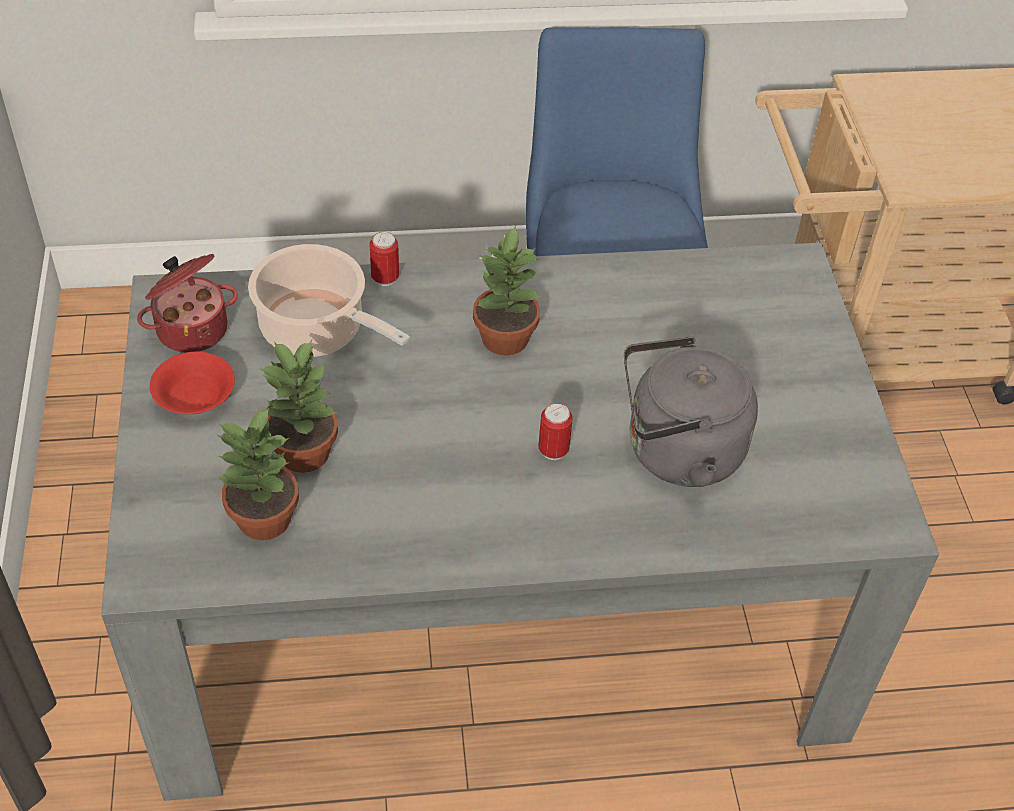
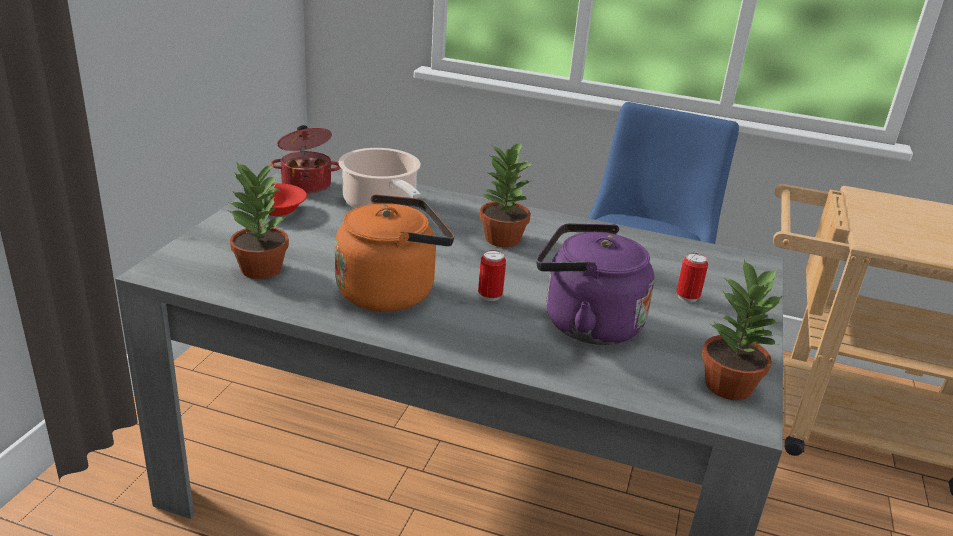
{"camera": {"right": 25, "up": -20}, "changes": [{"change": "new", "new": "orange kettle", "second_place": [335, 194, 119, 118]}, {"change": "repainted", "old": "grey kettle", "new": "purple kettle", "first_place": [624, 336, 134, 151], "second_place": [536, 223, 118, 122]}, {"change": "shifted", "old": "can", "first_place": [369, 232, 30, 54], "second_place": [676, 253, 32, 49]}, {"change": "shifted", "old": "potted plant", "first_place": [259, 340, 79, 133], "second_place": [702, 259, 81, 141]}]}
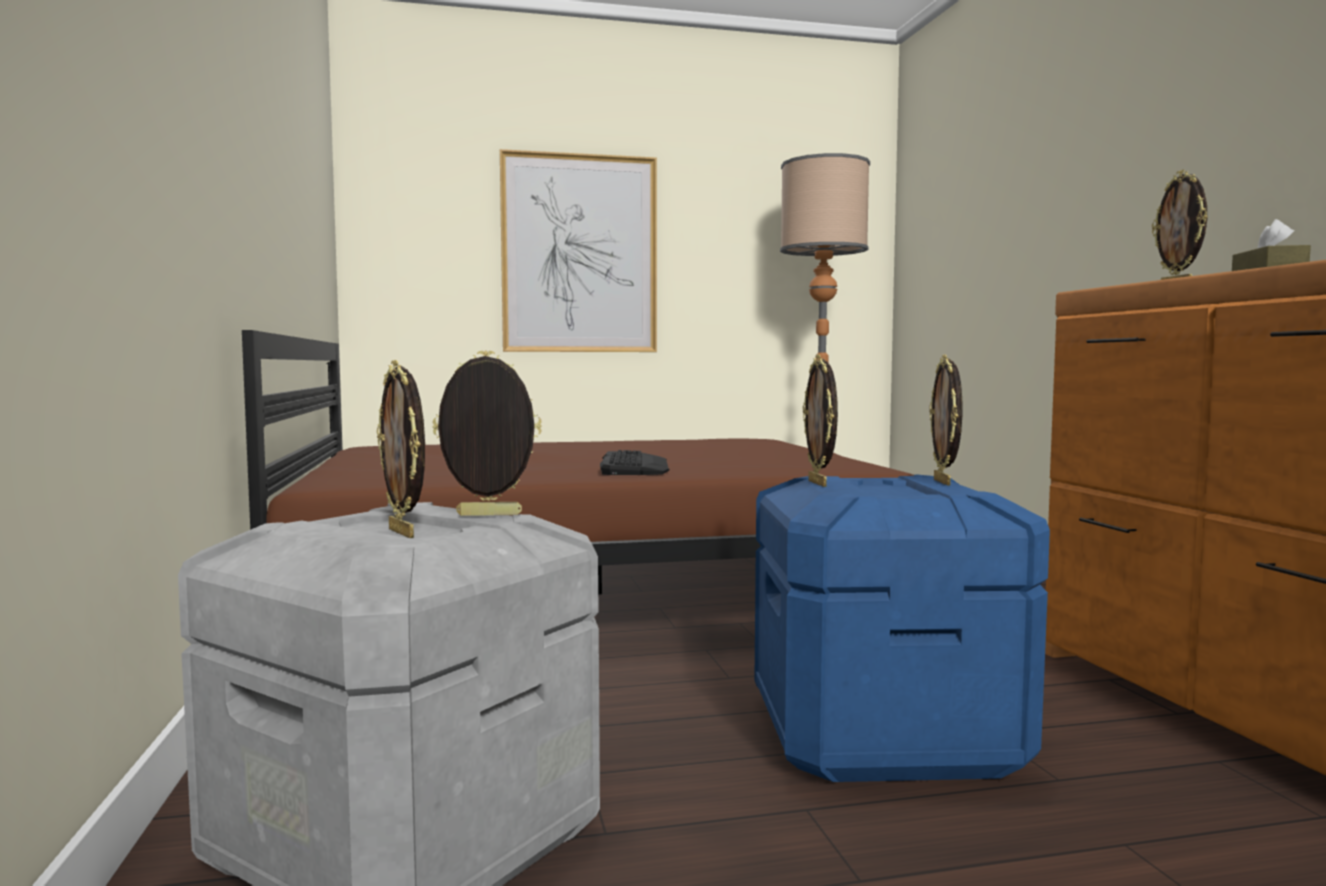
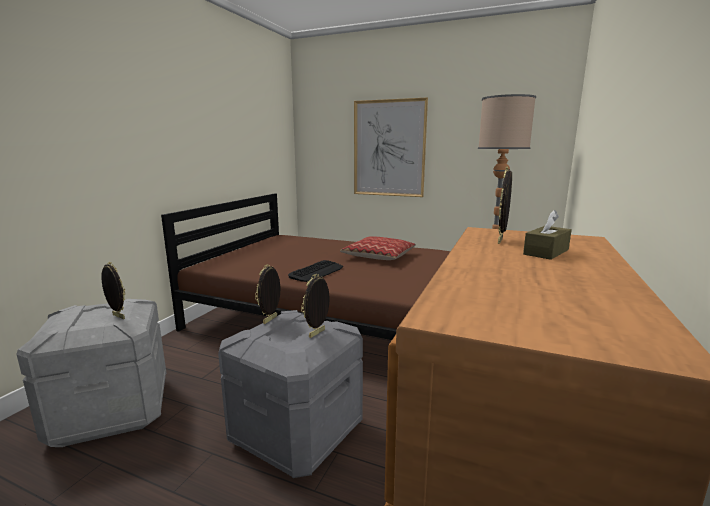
{"camera": {"right": 35, "up": 10}, "changes": [{"change": "repainted", "old": "blue storage box", "new": "grey storage box", "first_place": [754, 475, 296, 307], "second_place": [218, 310, 145, 168]}, {"change": "new", "new": "pillow", "second_place": [340, 236, 76, 24]}, {"change": "gone", "old": "picture frame", "first_place": [377, 360, 48, 178]}]}
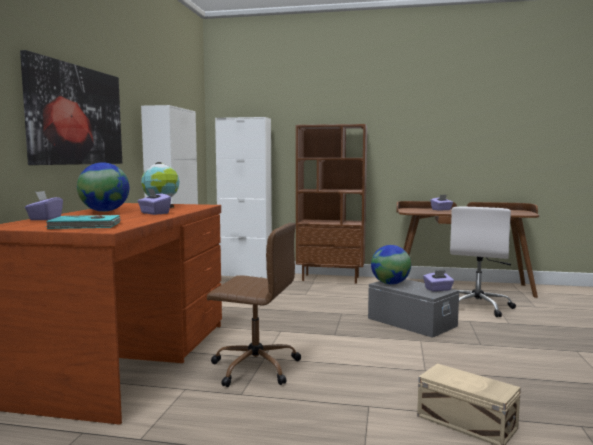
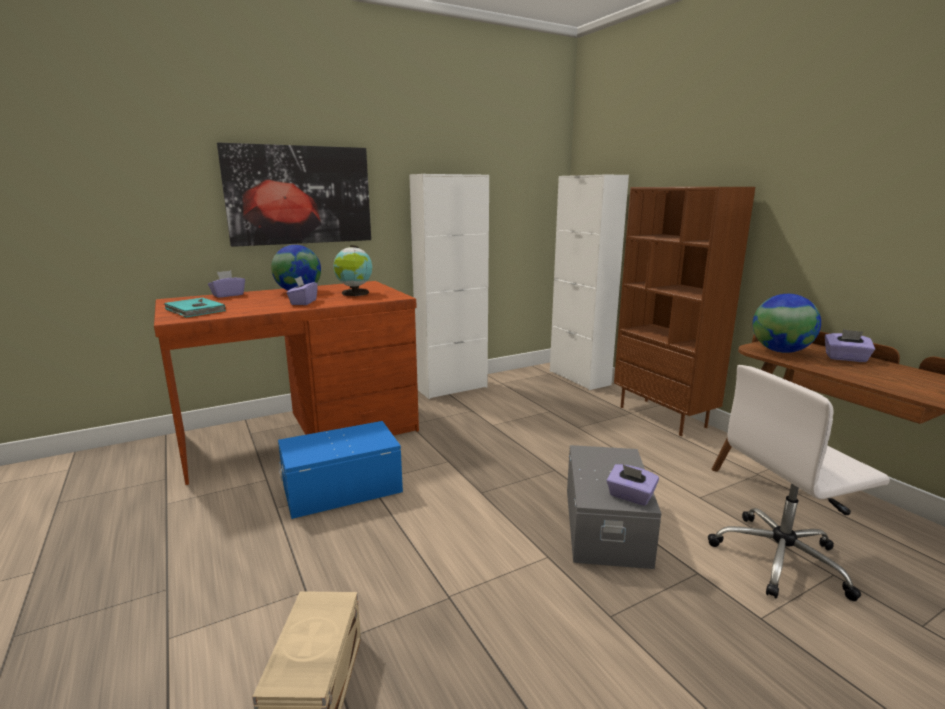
{"camera": {"right": 50, "up": 10}, "changes": [{"change": "swapped", "old": "brown office chair", "new": "blue storage box", "first_place": [207, 223, 94, 164], "second_place": [278, 421, 125, 98]}, {"change": "shifted", "old": "globe", "first_place": [371, 245, 40, 40], "second_place": [753, 294, 68, 59]}]}
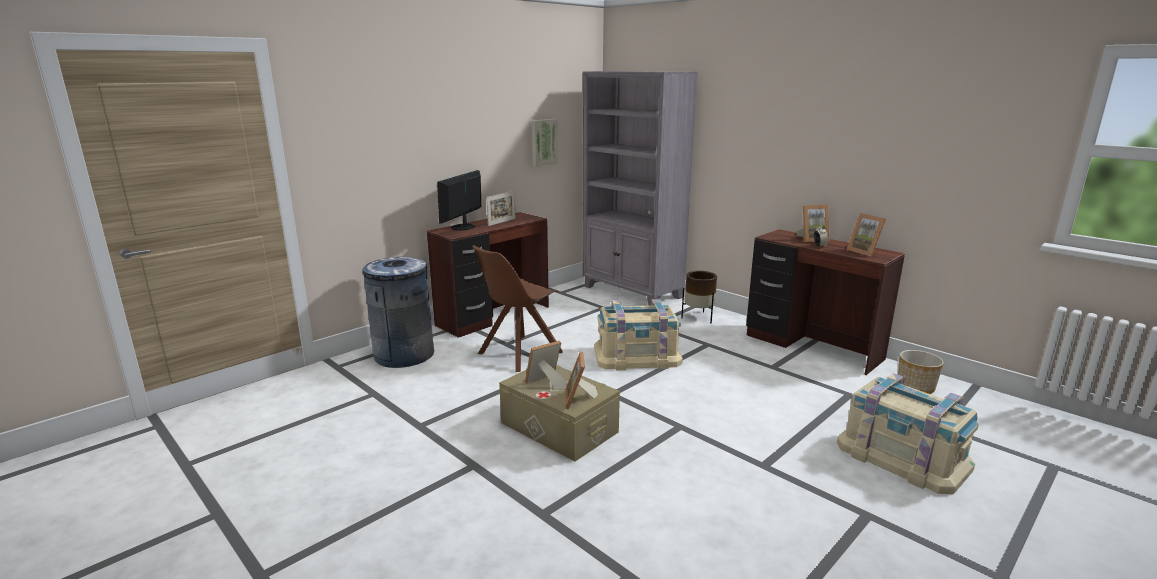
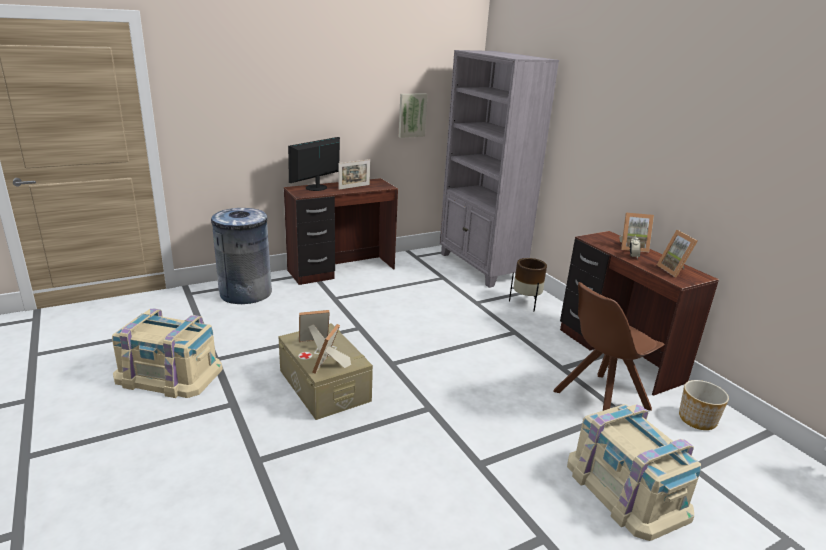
{"camera": {"right": 15, "up": 5}, "changes": [{"change": "shifted", "old": "beige storage box", "first_place": [594, 299, 89, 71], "second_place": [112, 308, 111, 90]}, {"change": "shifted", "old": "brown chair", "first_place": [472, 245, 91, 127], "second_place": [553, 282, 111, 129]}]}
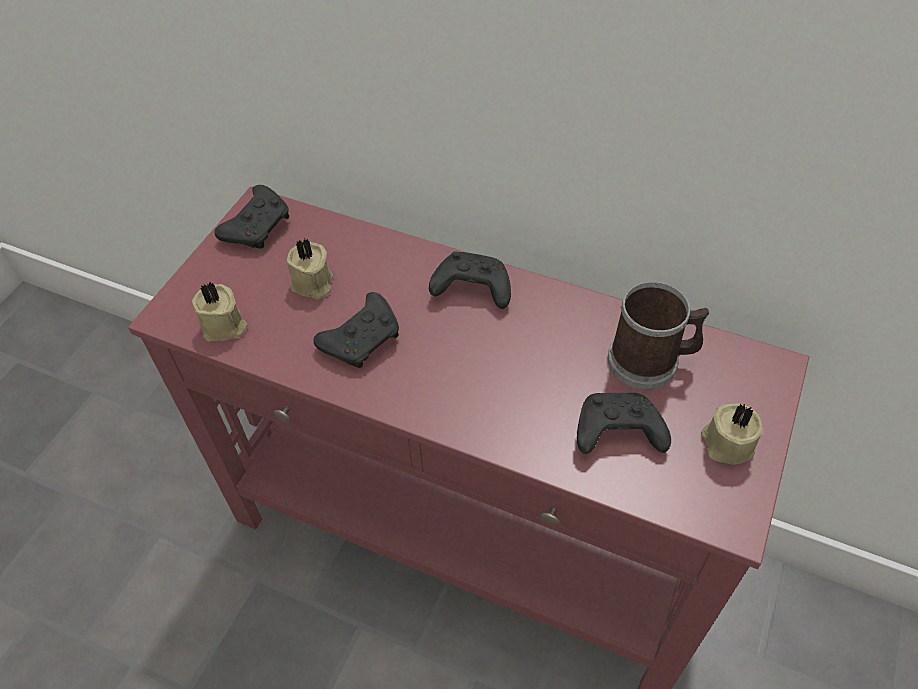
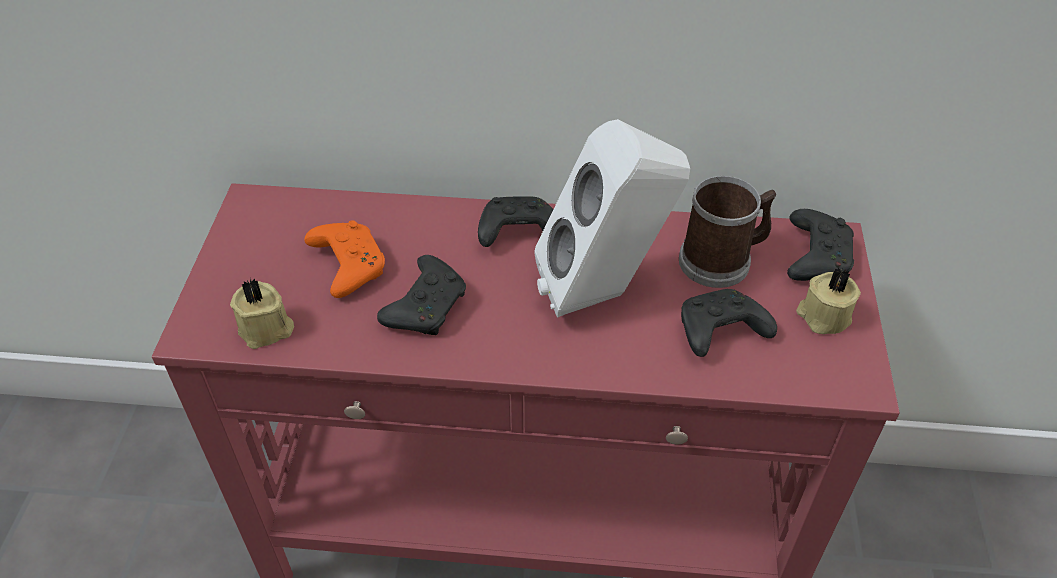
{"camera": {"right": -20, "up": -5}, "changes": [{"change": "swapped", "old": "beige candle", "new": "orange game controller", "first_place": [286, 239, 47, 61], "second_place": [304, 220, 81, 78]}, {"change": "new", "new": "white speaker", "second_place": [534, 119, 156, 199]}, {"change": "shifted", "old": "black game controller", "first_place": [215, 185, 74, 64], "second_place": [787, 209, 67, 72]}]}
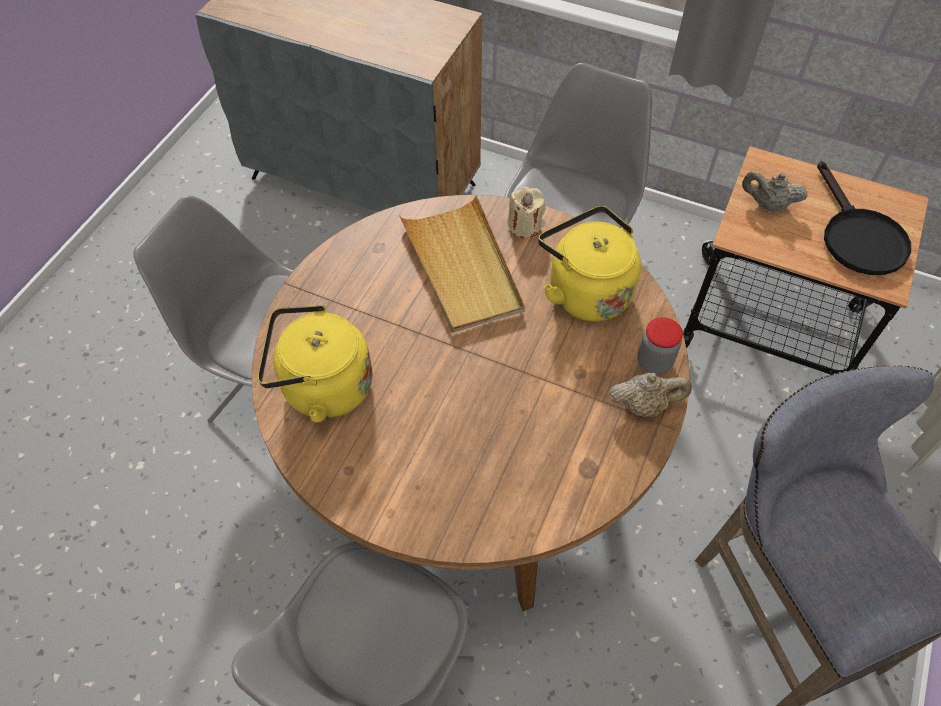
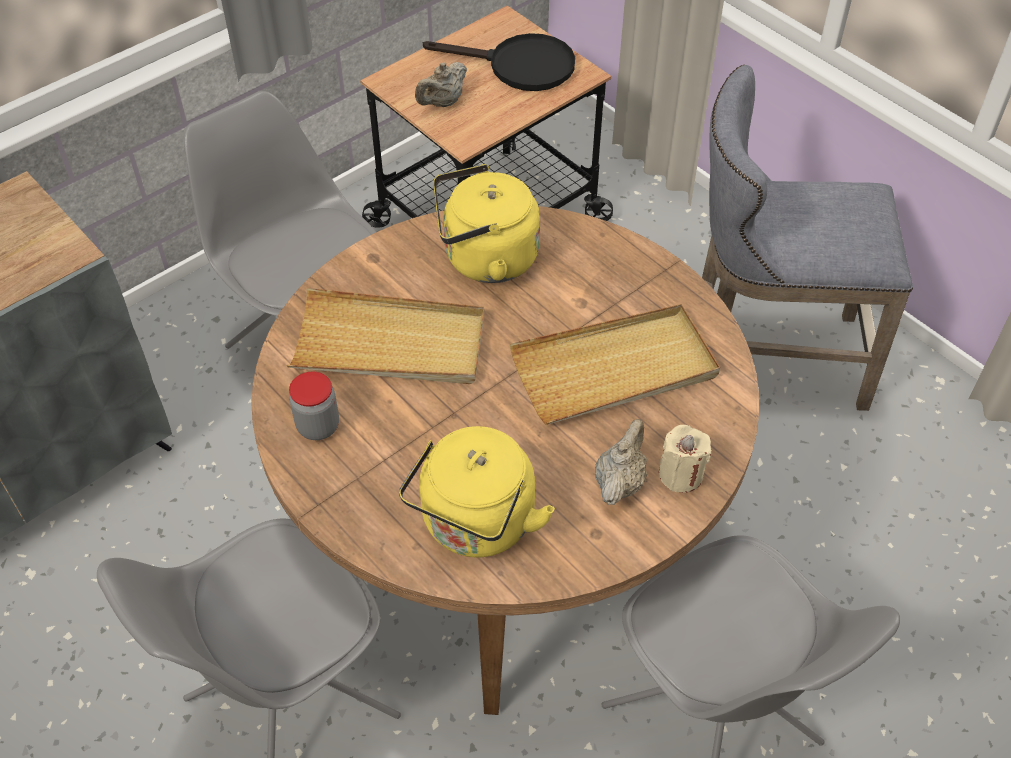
{"camera": {"right": -65, "up": -5}, "changes": [{"change": "shifted", "old": "jar", "first_place": [637, 317, 46, 58], "second_place": [289, 372, 50, 68]}, {"change": "new", "new": "beige tray", "second_place": [510, 304, 210, 121]}, {"change": "shifted", "old": "beige teapot", "first_place": [609, 373, 83, 44], "second_place": [595, 419, 52, 86]}, {"change": "shifted", "old": "beige candle", "first_place": [508, 186, 38, 52], "second_place": [659, 425, 53, 68]}]}
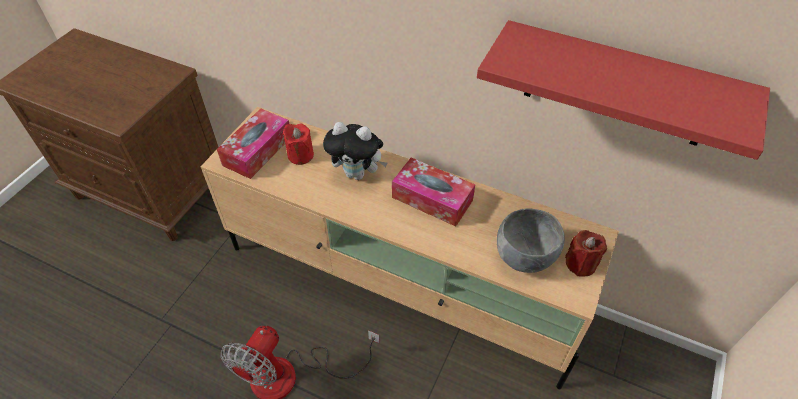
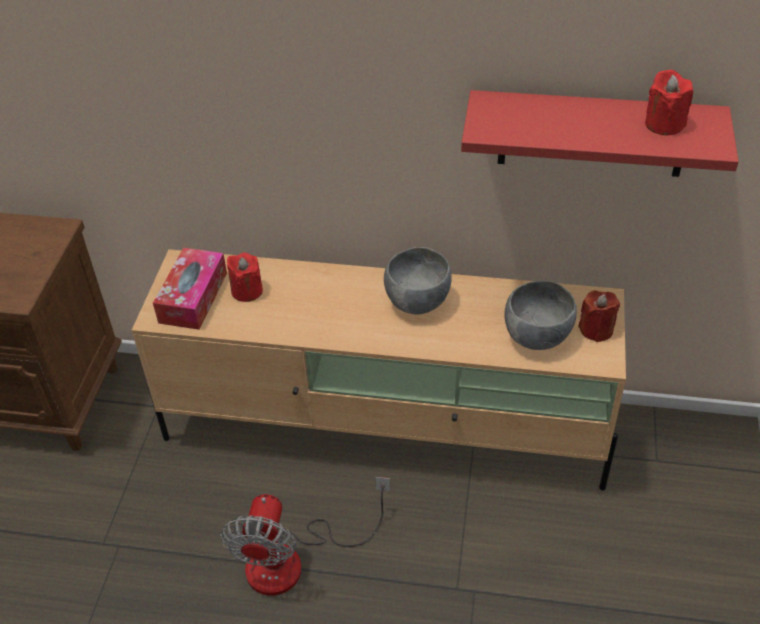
{"camera": {"right": -15, "up": -5}, "changes": [{"change": "swapped", "old": "tissue box", "new": "grey bowl", "first_place": [392, 157, 83, 70], "second_place": [384, 247, 68, 68]}, {"change": "new", "new": "red candle", "second_place": [645, 70, 48, 66]}, {"change": "gone", "old": "plush toy", "first_place": [323, 122, 65, 58]}]}
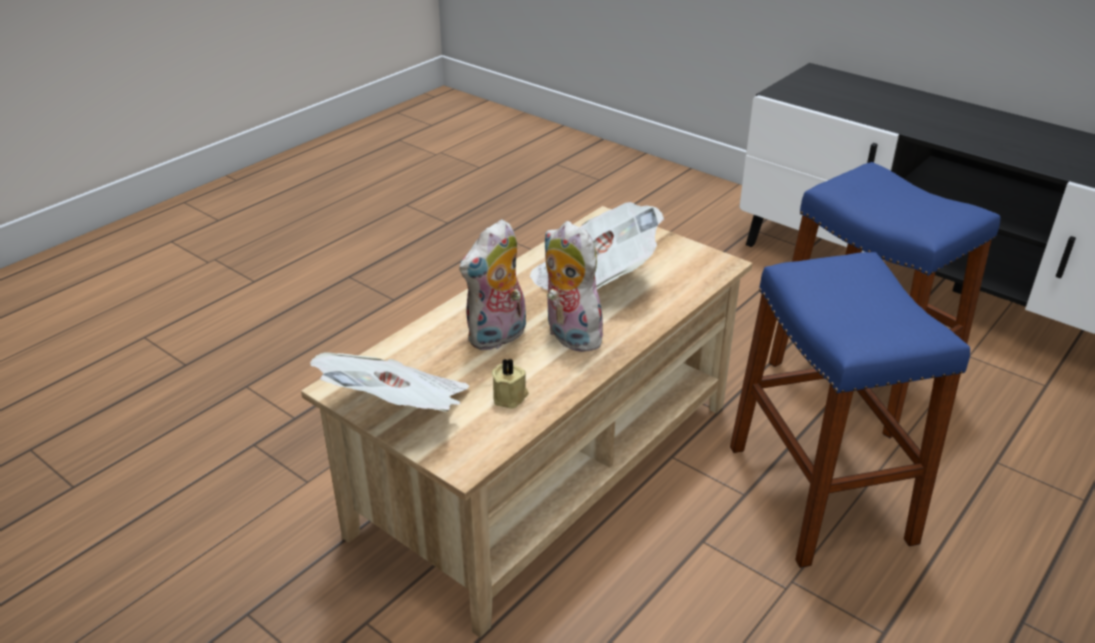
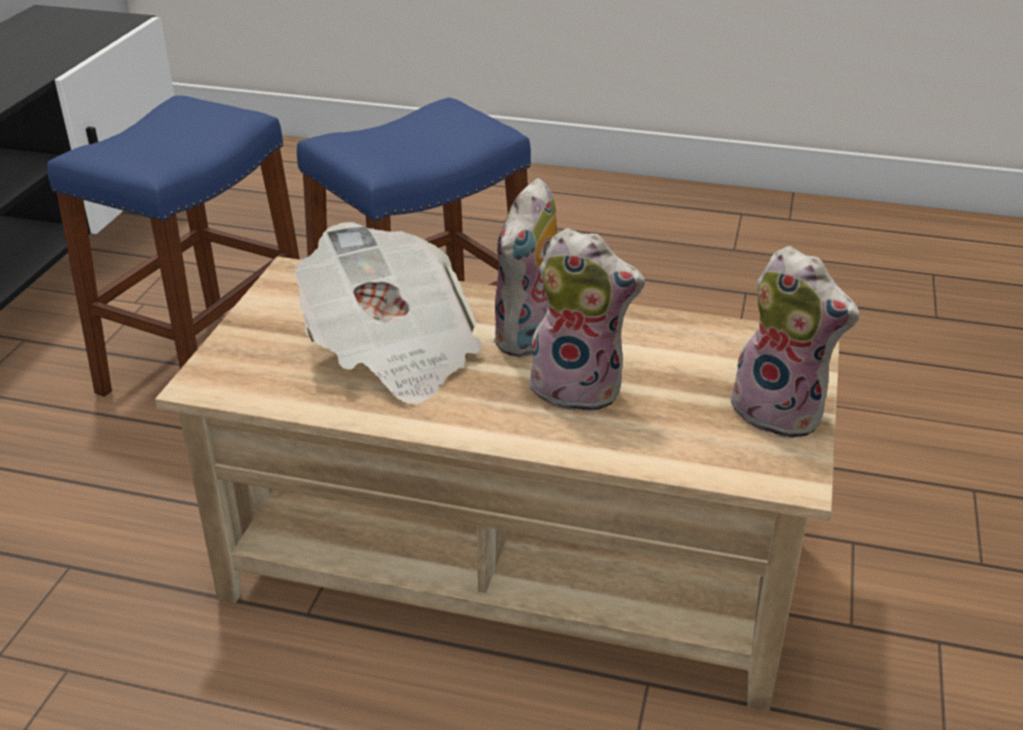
{"camera": {"right": -115, "up": 0}, "changes": [{"change": "swapped", "old": "newspaper", "new": "plush toy", "first_place": [310, 352, 160, 60], "second_place": [723, 246, 136, 193]}, {"change": "gone", "old": "beige candle", "first_place": [492, 358, 37, 51]}]}
